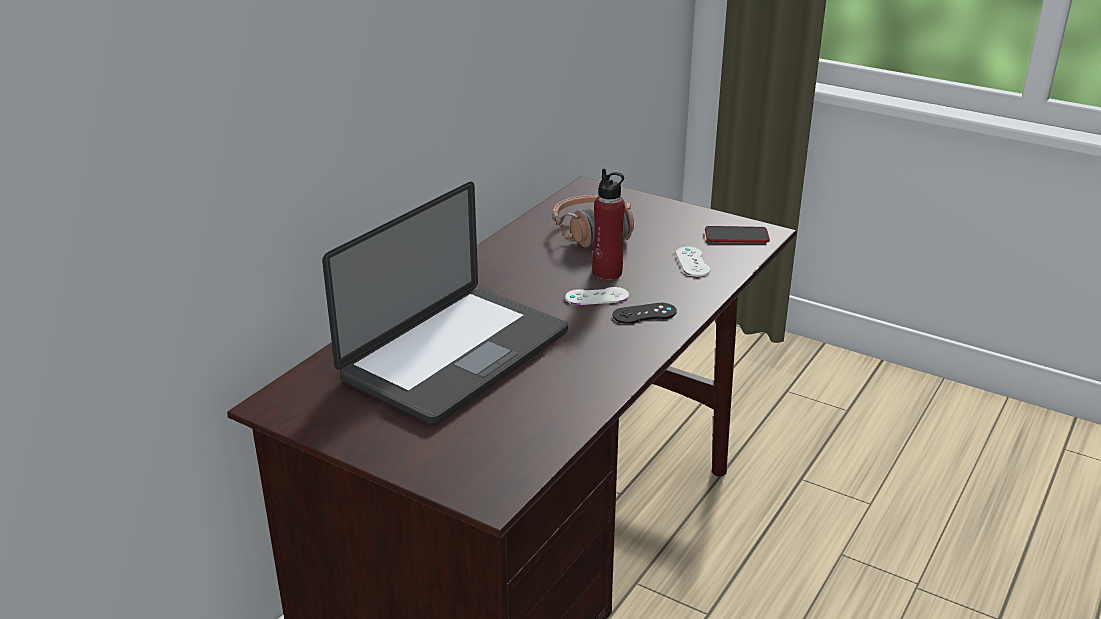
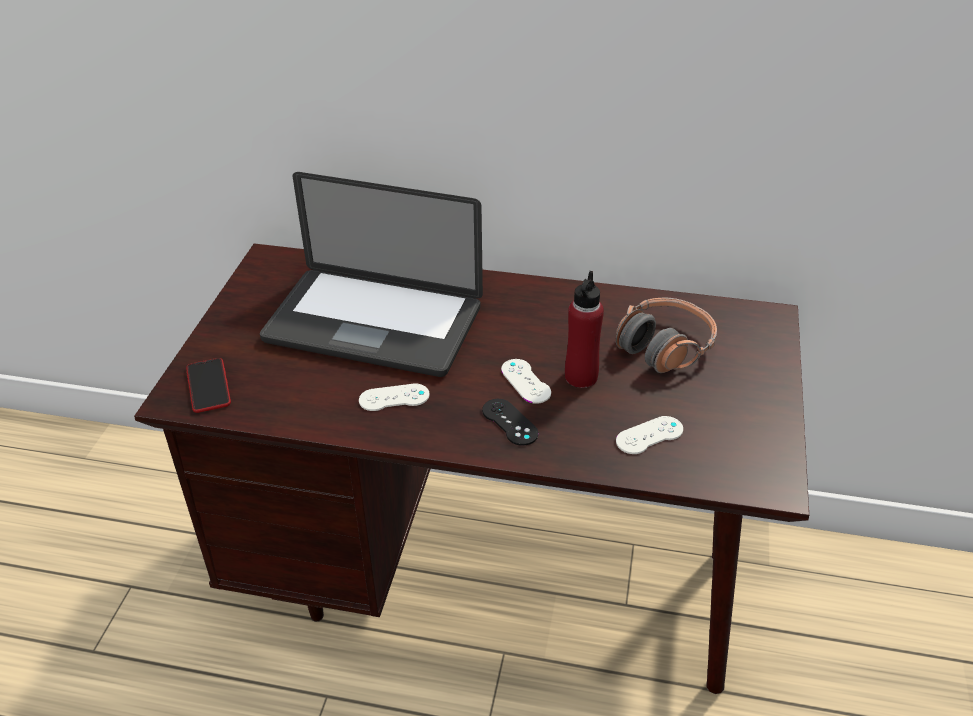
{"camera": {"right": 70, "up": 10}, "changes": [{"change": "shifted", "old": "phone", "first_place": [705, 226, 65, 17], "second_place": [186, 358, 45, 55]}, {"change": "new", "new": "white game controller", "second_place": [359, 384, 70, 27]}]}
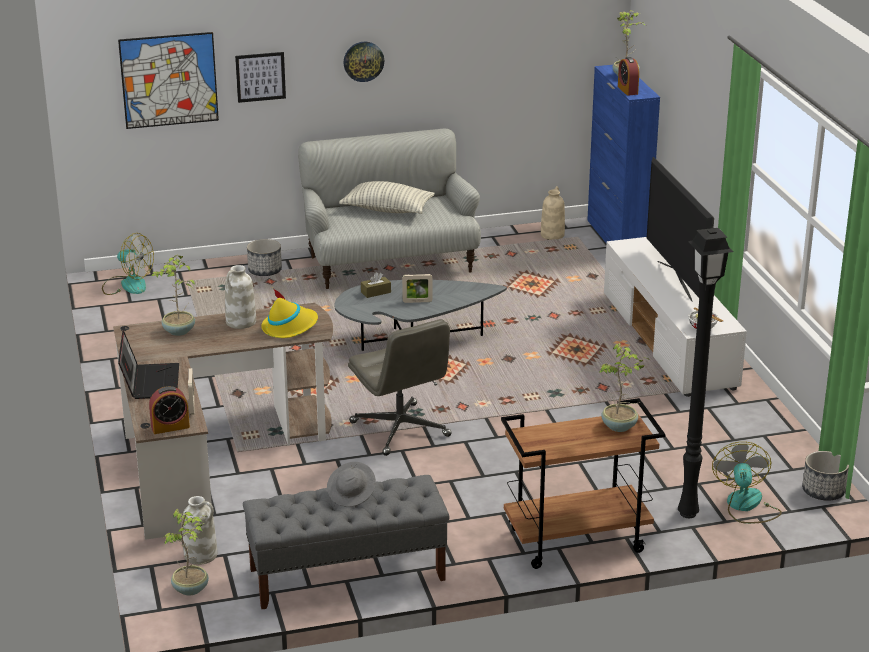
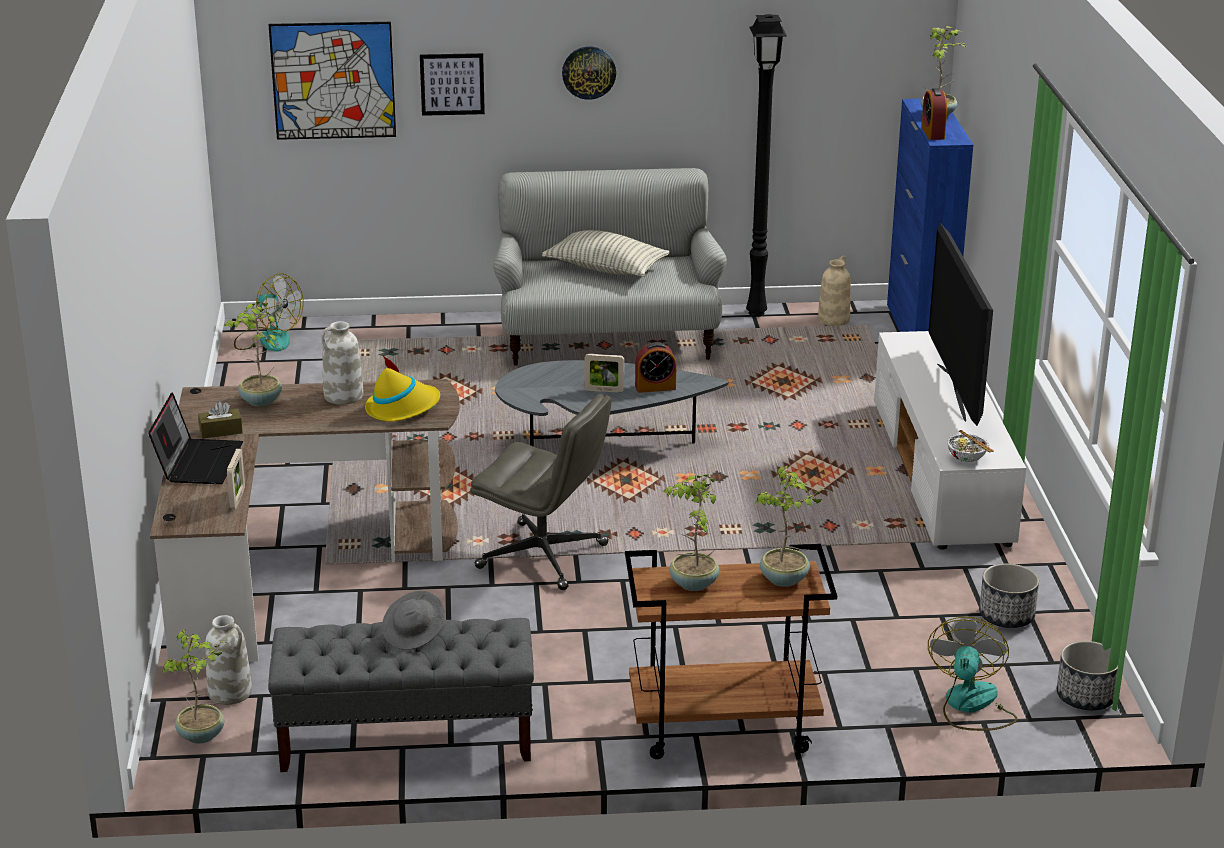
{"camera": {"right": 10, "up": 0}, "changes": [{"change": "shifted", "old": "brown tissue box", "first_place": [361, 272, 30, 26], "second_place": [198, 401, 45, 38]}, {"change": "rotated", "old": "grey office chair", "first_place": [348, 319, 104, 137], "second_place": [470, 394, 142, 196], "degrees": -45}, {"change": "shifted", "old": "alarm clock", "first_place": [149, 386, 41, 48], "second_place": [635, 342, 42, 51]}, {"change": "new", "new": "potted plant", "second_place": [663, 474, 56, 117]}, {"change": "shifted", "old": "black floor lamp", "first_place": [678, 228, 55, 290], "second_place": [746, 14, 41, 303]}, {"change": "shifted", "old": "planter", "first_place": [247, 239, 35, 37], "second_place": [979, 563, 60, 65]}]}
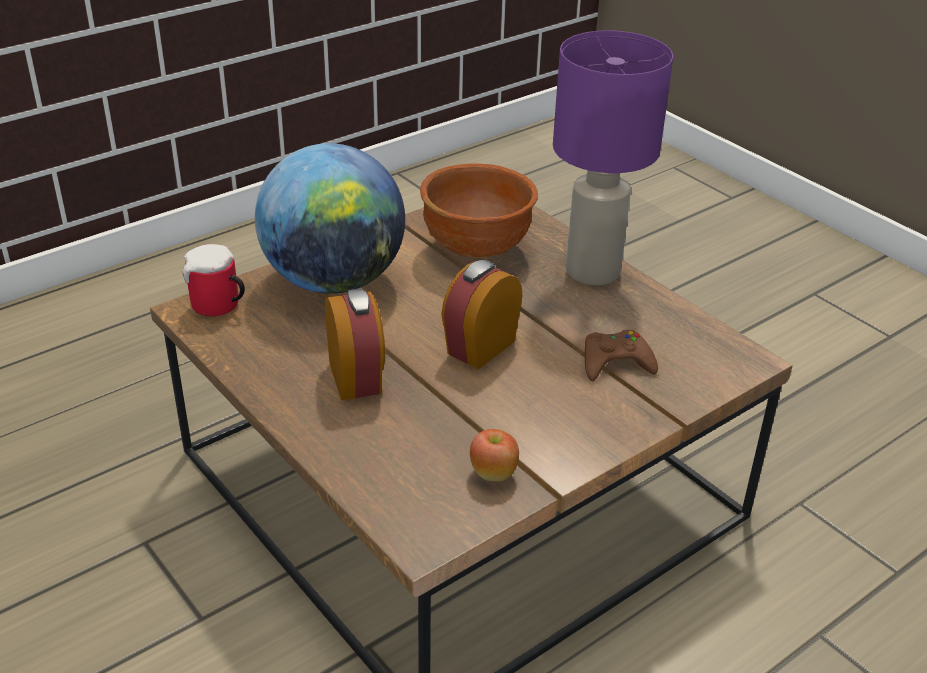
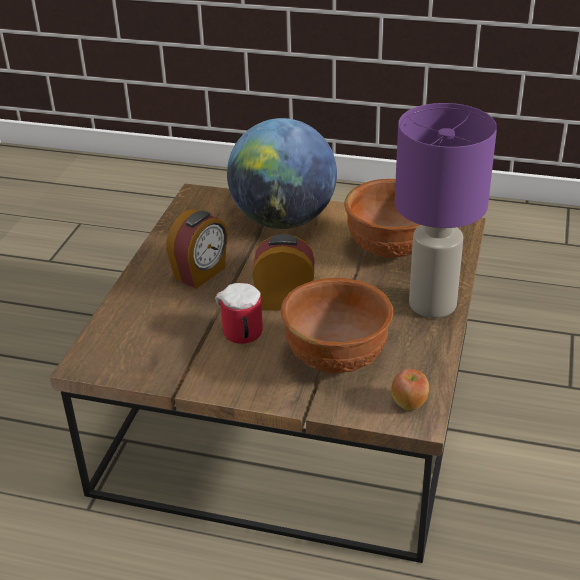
{"camera": {"right": 55, "up": 0}, "changes": [{"change": "shifted", "old": "mug", "first_place": [183, 244, 62, 72], "second_place": [215, 283, 47, 61]}, {"change": "swapped", "old": "brown game controller", "new": "brown bowl", "first_place": [585, 330, 73, 51], "second_place": [281, 278, 112, 96]}, {"change": "shifted", "old": "apple", "first_place": [470, 429, 49, 52], "second_place": [391, 369, 38, 42]}]}
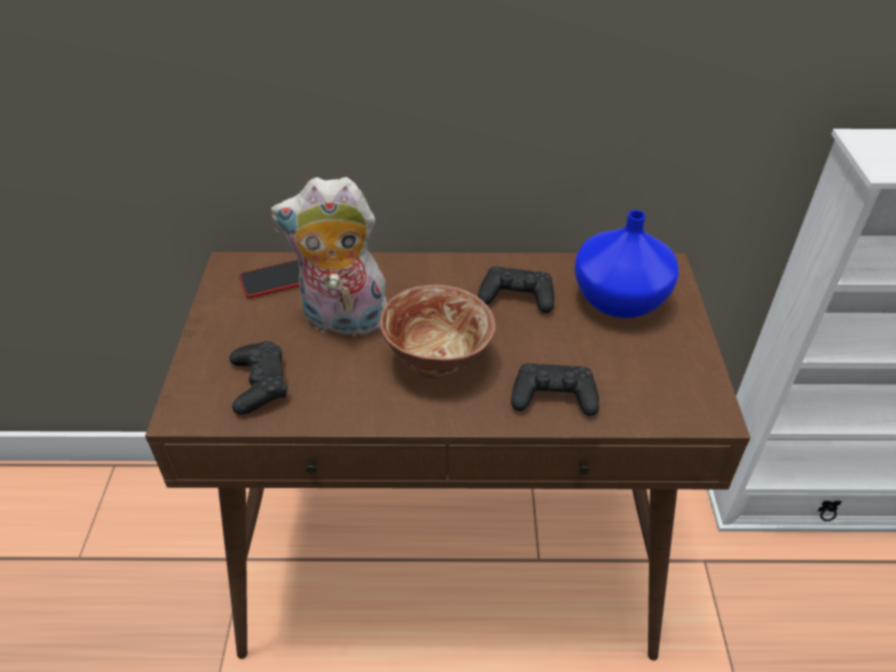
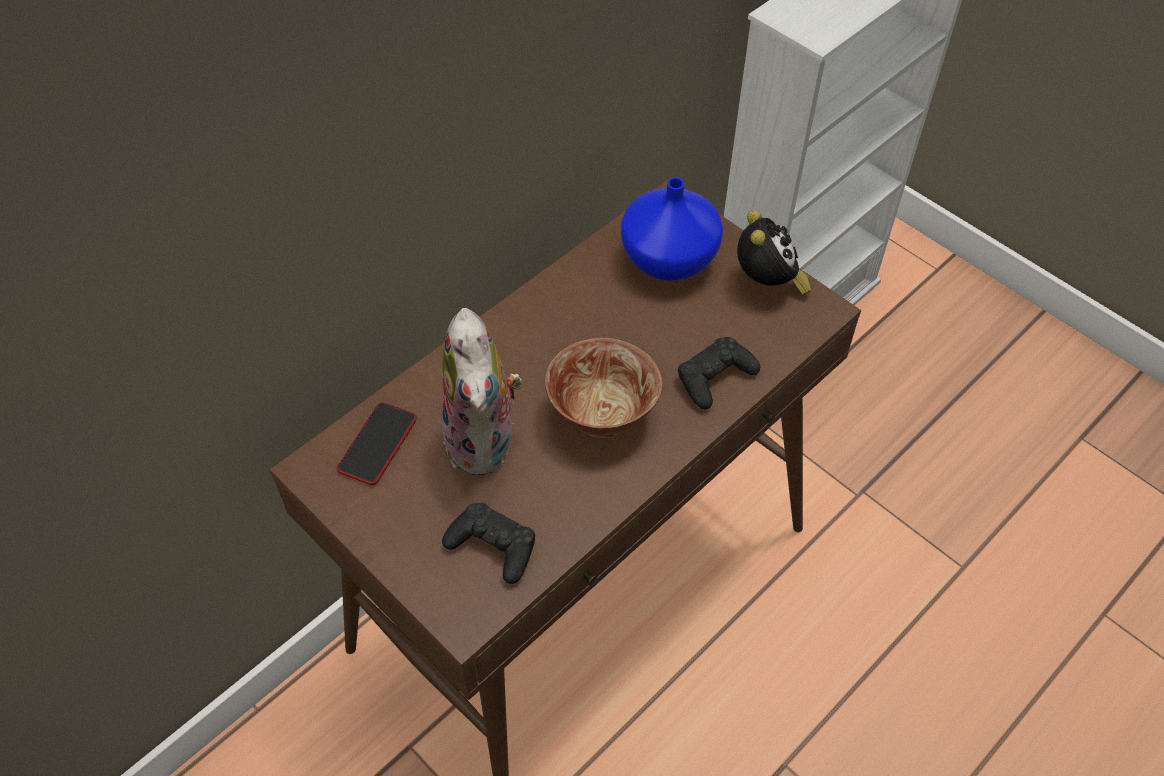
{"camera": {"right": -45, "up": 10}, "changes": [{"change": "rotated", "old": "plush toy", "first_place": [271, 177, 116, 165], "second_place": [442, 308, 81, 167], "degrees": -60}, {"change": "new", "new": "alarm clock", "second_place": [737, 210, 74, 85]}, {"change": "gone", "old": "black game controller", "first_place": [478, 266, 76, 47]}]}
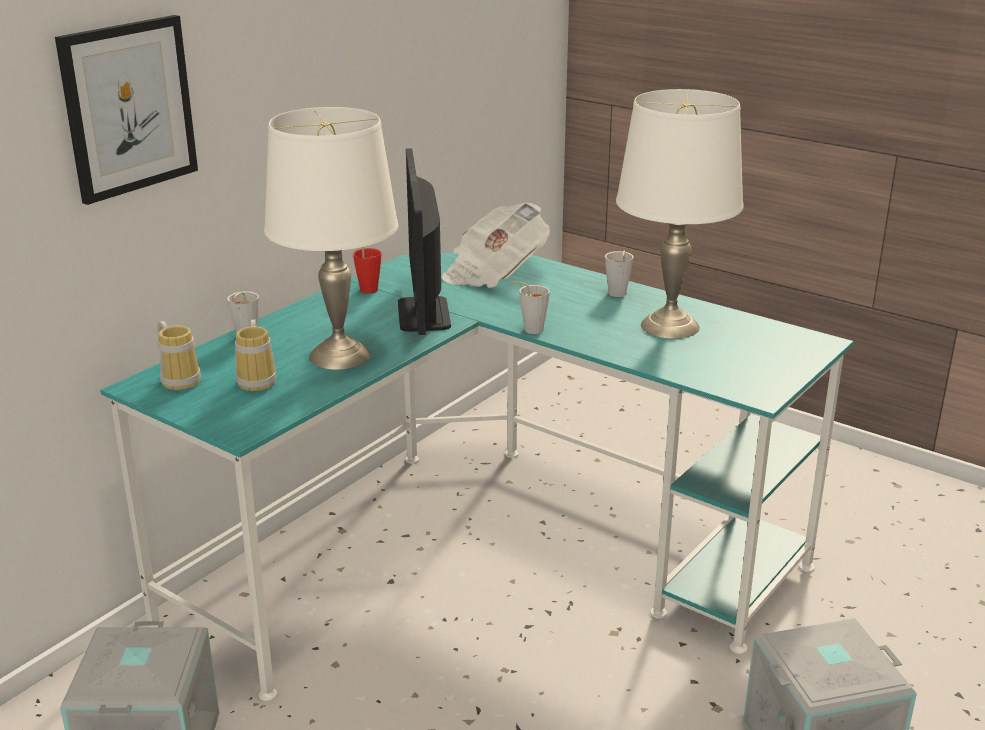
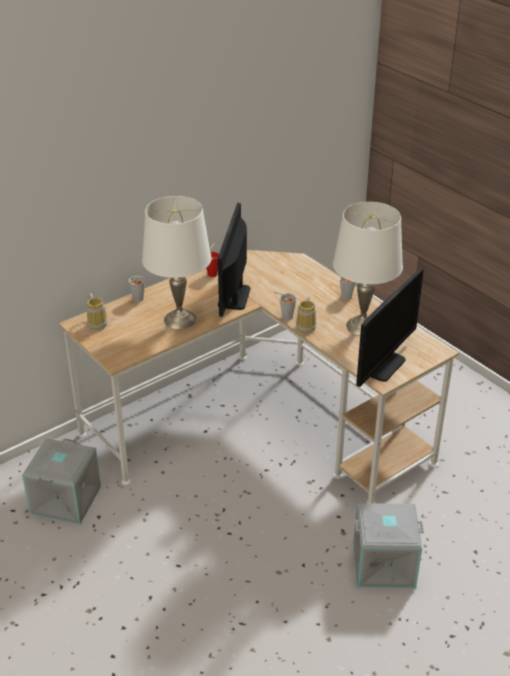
{"camera": {"right": 15, "up": 10}, "changes": [{"change": "repainted", "old": "turquoise desk", "new": "beige desk", "first_place": [100, 253, 754, 448], "second_place": [59, 250, 400, 253]}, {"change": "shifted", "old": "mug", "first_place": [235, 320, 42, 71], "second_place": [296, 295, 20, 38]}, {"change": "new", "new": "monitor", "second_place": [356, 268, 68, 119]}, {"change": "gone", "old": "picture", "first_place": [55, 15, 143, 190]}, {"change": "gone", "old": "newspaper", "first_place": [442, 203, 108, 85]}]}
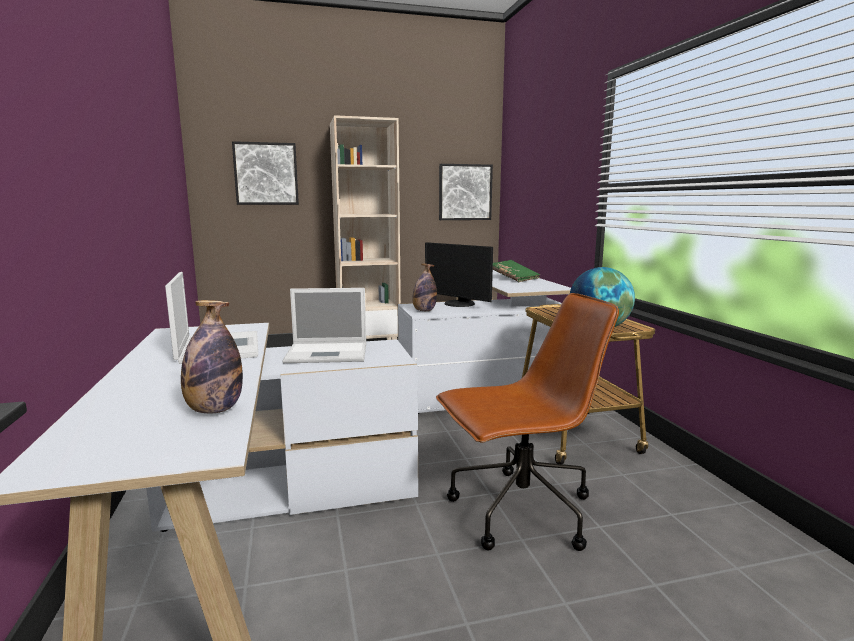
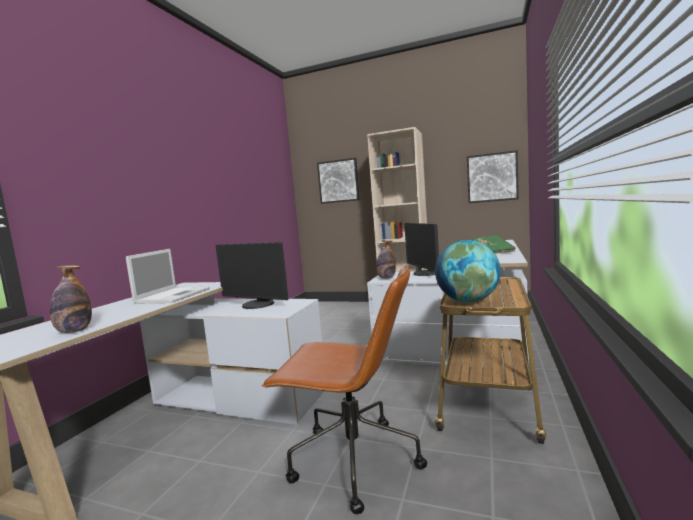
{"camera": {"right": 35, "up": -5}, "changes": [{"change": "swapped", "old": "laptop", "new": "monitor", "first_place": [282, 288, 84, 75], "second_place": [216, 242, 73, 67]}]}
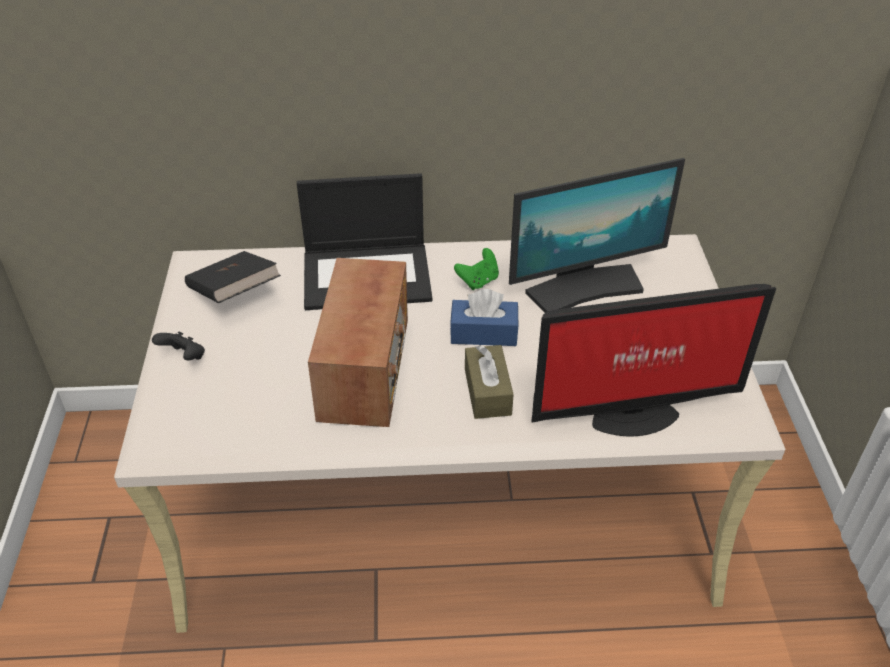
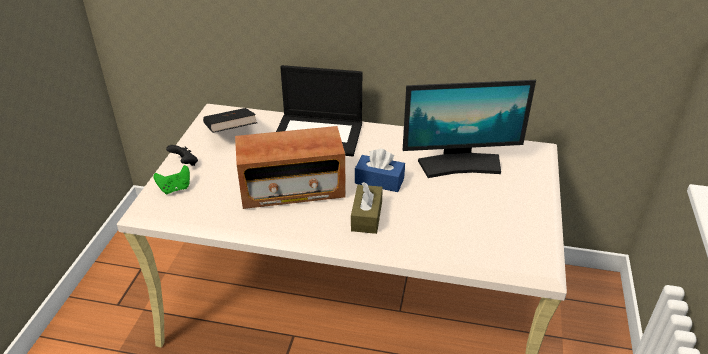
{"camera": {"right": 15, "up": -5}, "changes": [{"change": "shifted", "old": "green game controller", "first_place": [454, 248, 45, 42], "second_place": [153, 165, 37, 29]}, {"change": "rotated", "old": "radio", "first_place": [308, 258, 100, 169], "second_place": [235, 126, 111, 83], "degrees": 60}, {"change": "gone", "old": "monitor", "first_place": [531, 284, 245, 152]}]}
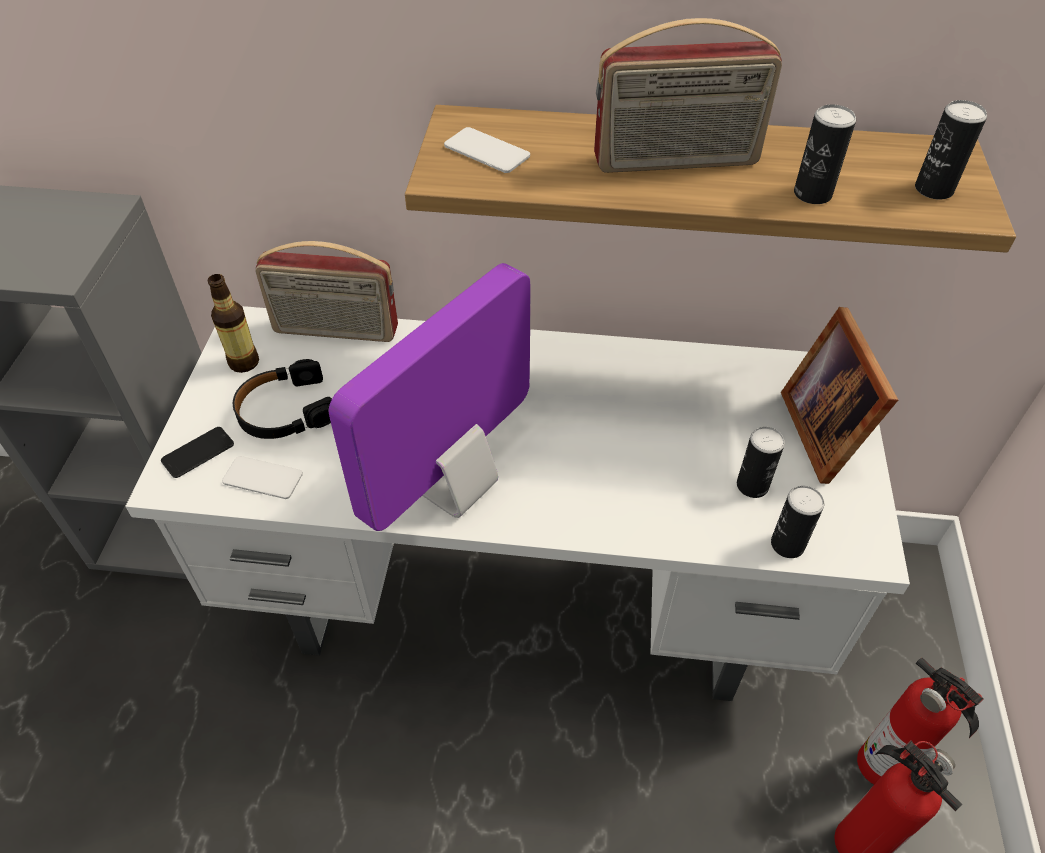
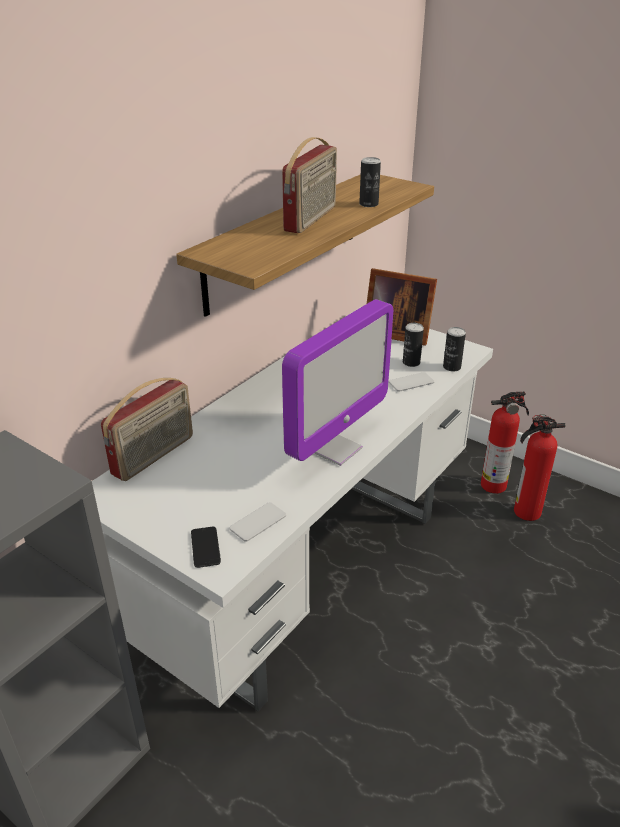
{"camera": {"right": -60, "up": -15}, "changes": [{"change": "rotated", "old": "monitor", "first_place": [329, 263, 201, 268], "second_place": [282, 299, 111, 167], "degrees": -120}, {"change": "shifted", "old": "phone", "first_place": [444, 127, 86, 46], "second_place": [389, 372, 45, 20]}, {"change": "gone", "old": "bottle", "first_place": [208, 274, 51, 99]}, {"change": "gone", "old": "black headphones", "first_place": [233, 359, 99, 80]}, {"change": "gone", "old": "can", "first_place": [915, 100, 72, 100]}]}
